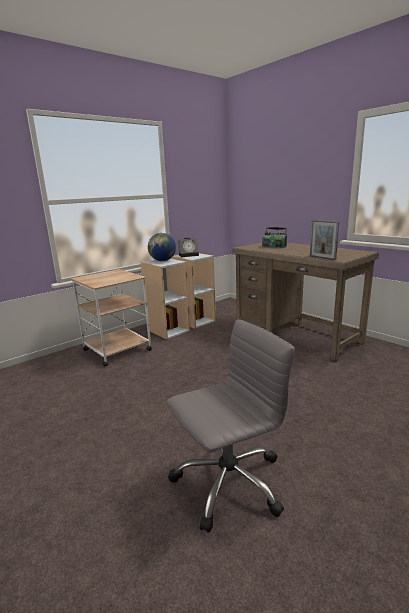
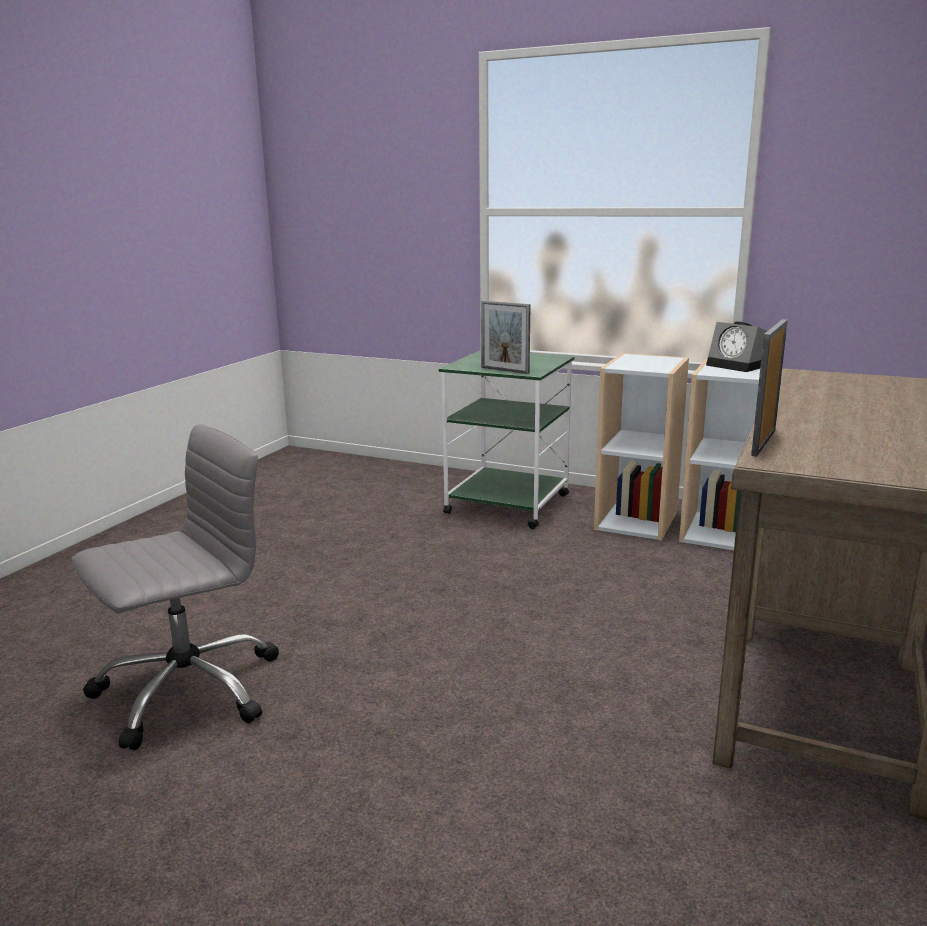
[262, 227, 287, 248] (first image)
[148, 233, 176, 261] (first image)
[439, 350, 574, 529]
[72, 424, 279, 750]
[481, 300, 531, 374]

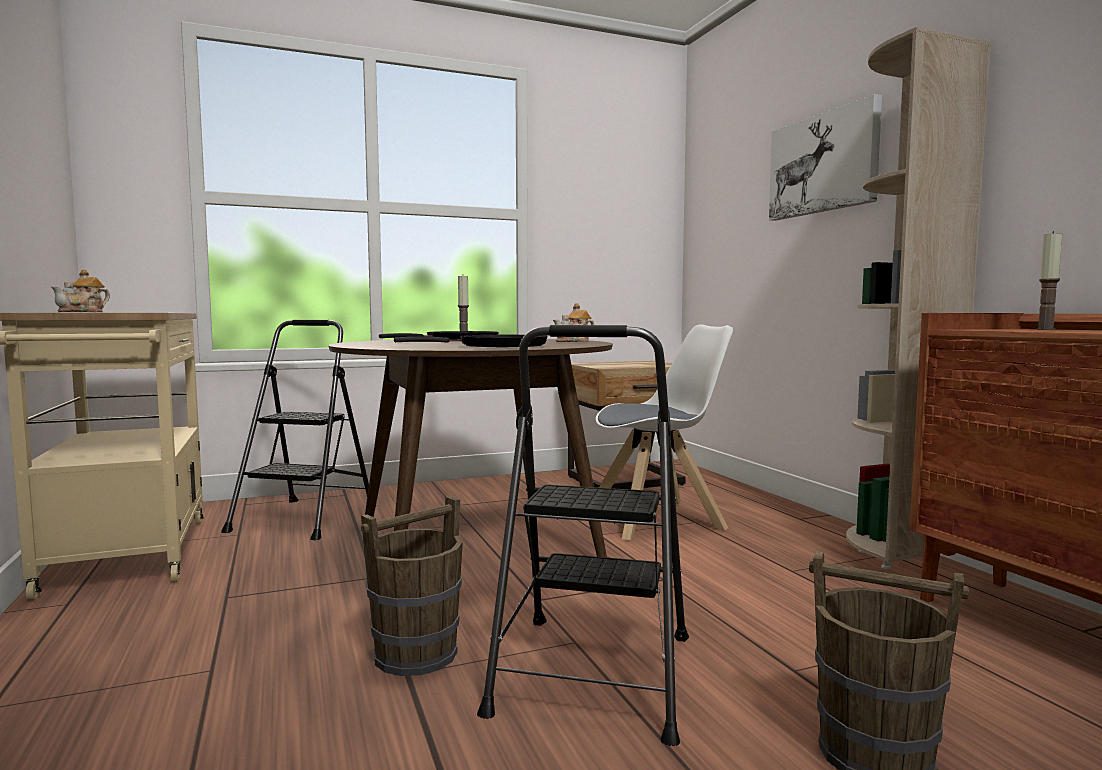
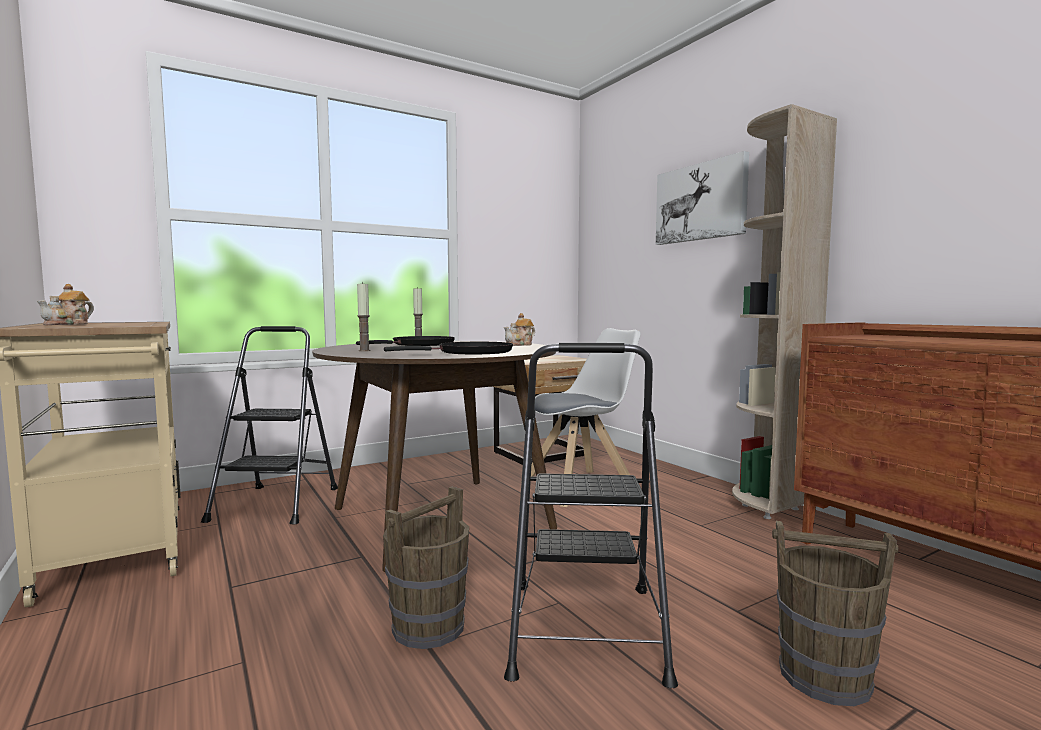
[357, 282, 371, 351]

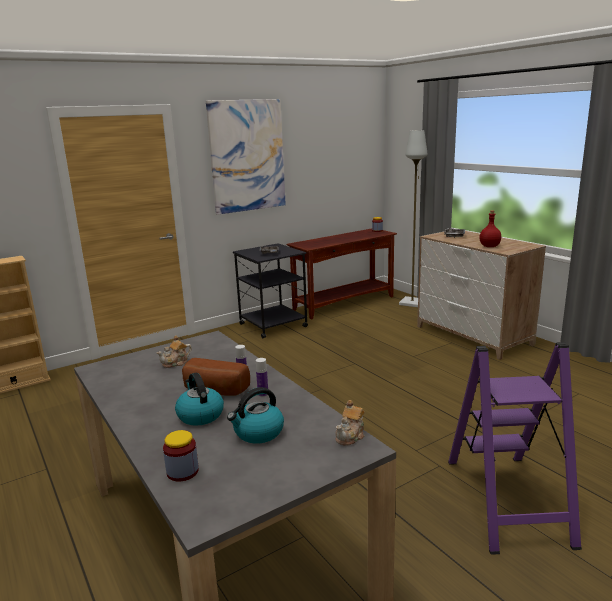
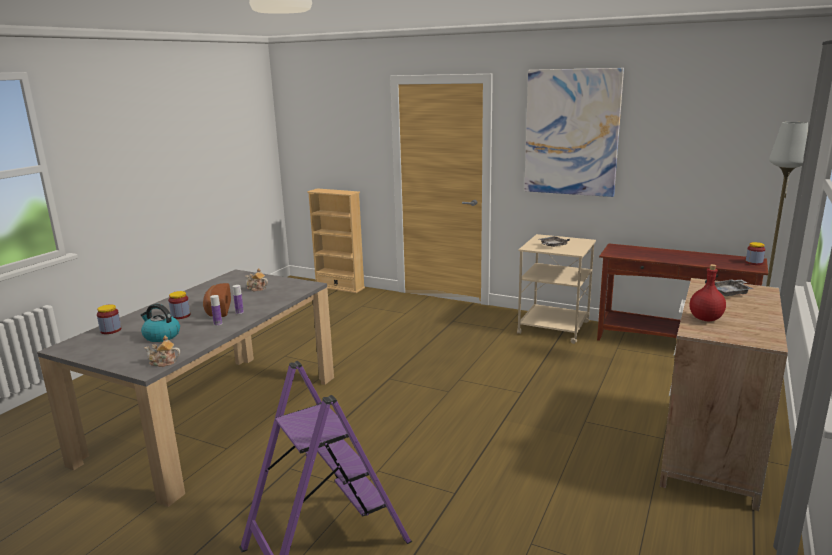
[517, 234, 596, 344]
[168, 291, 191, 319]

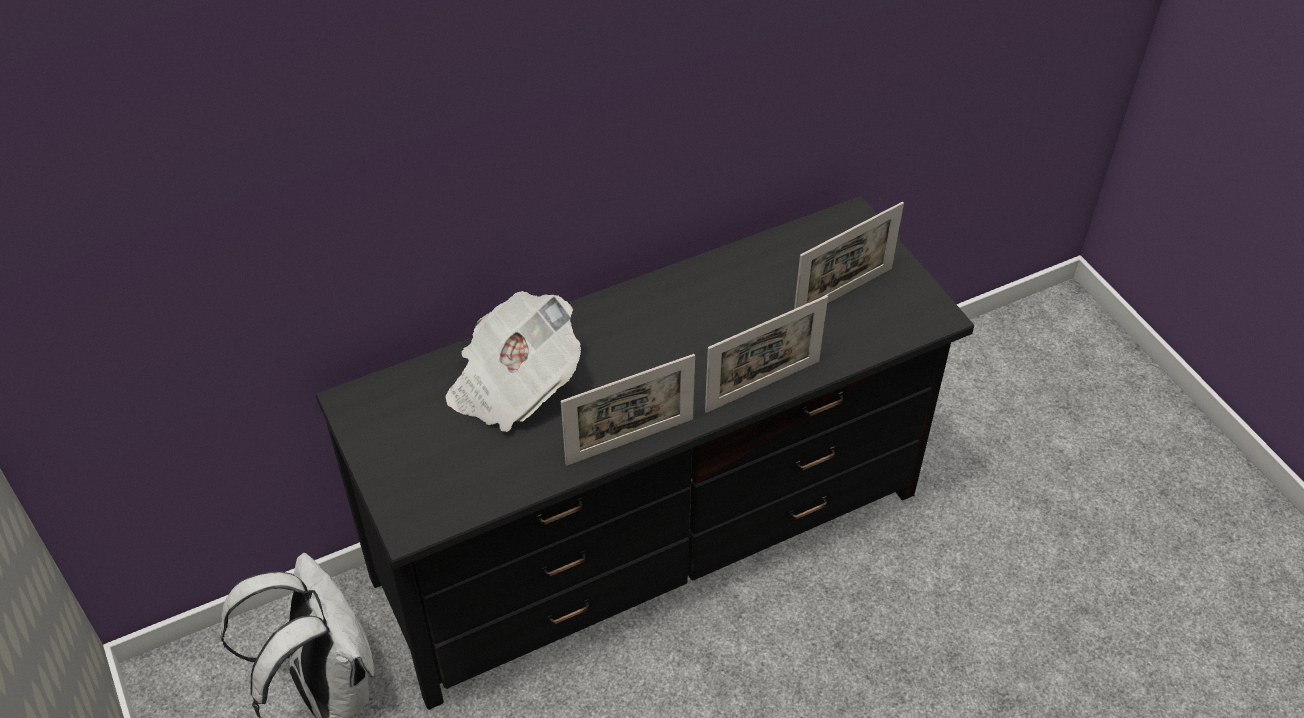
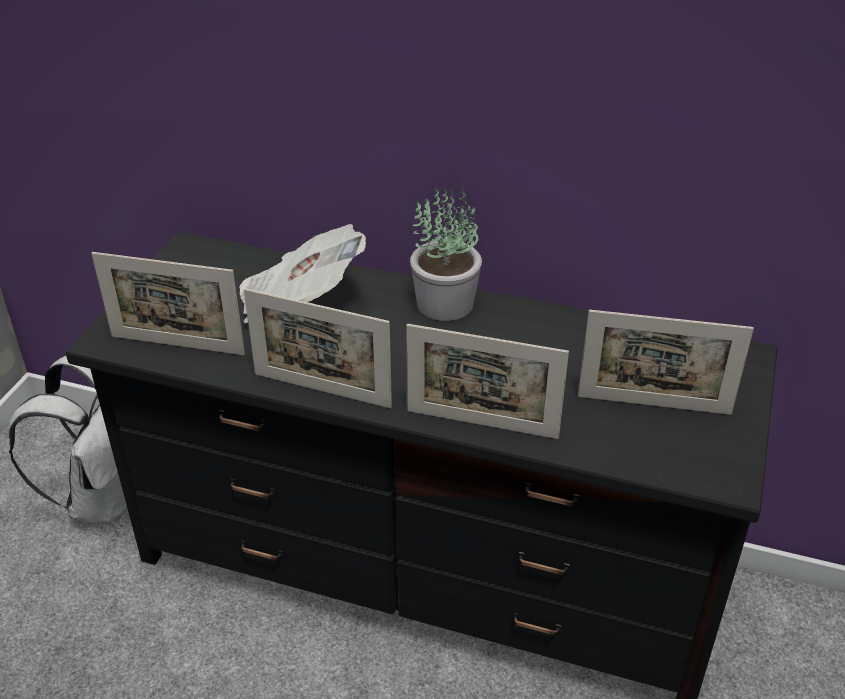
[410, 183, 482, 321]
[91, 252, 245, 355]

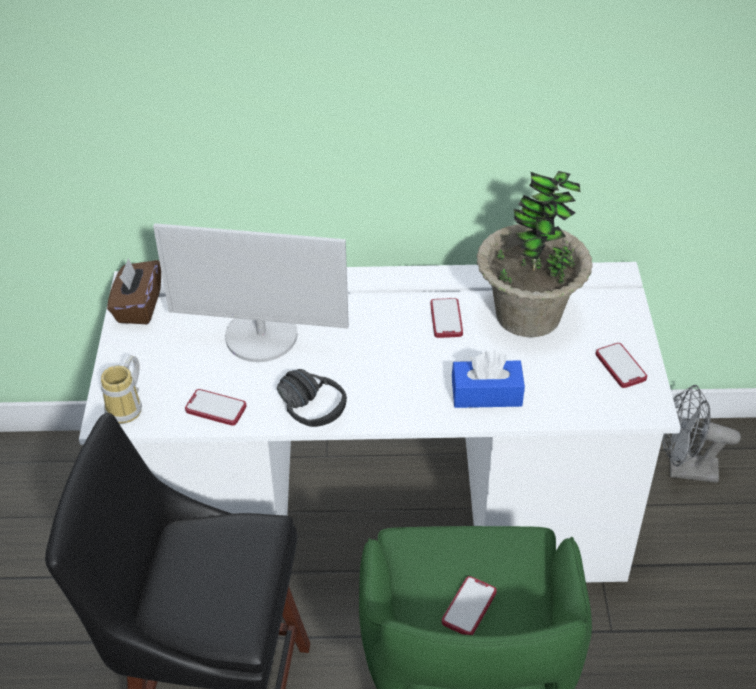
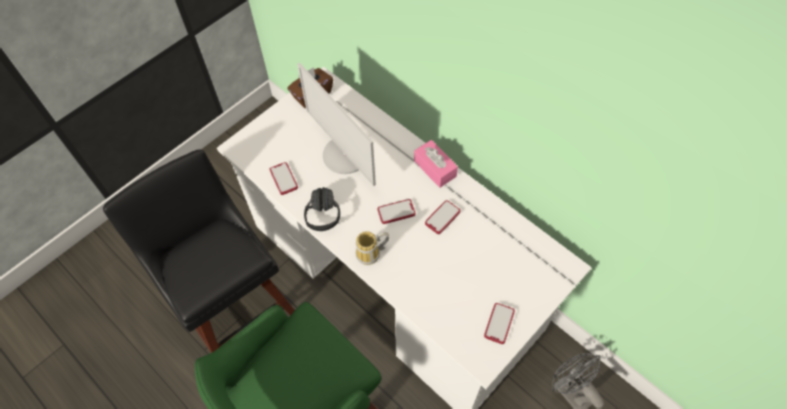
[477, 171, 593, 337] (first image)
[452, 351, 525, 408] (first image)
[356, 231, 390, 265]
[378, 199, 416, 224]
[414, 140, 458, 188]

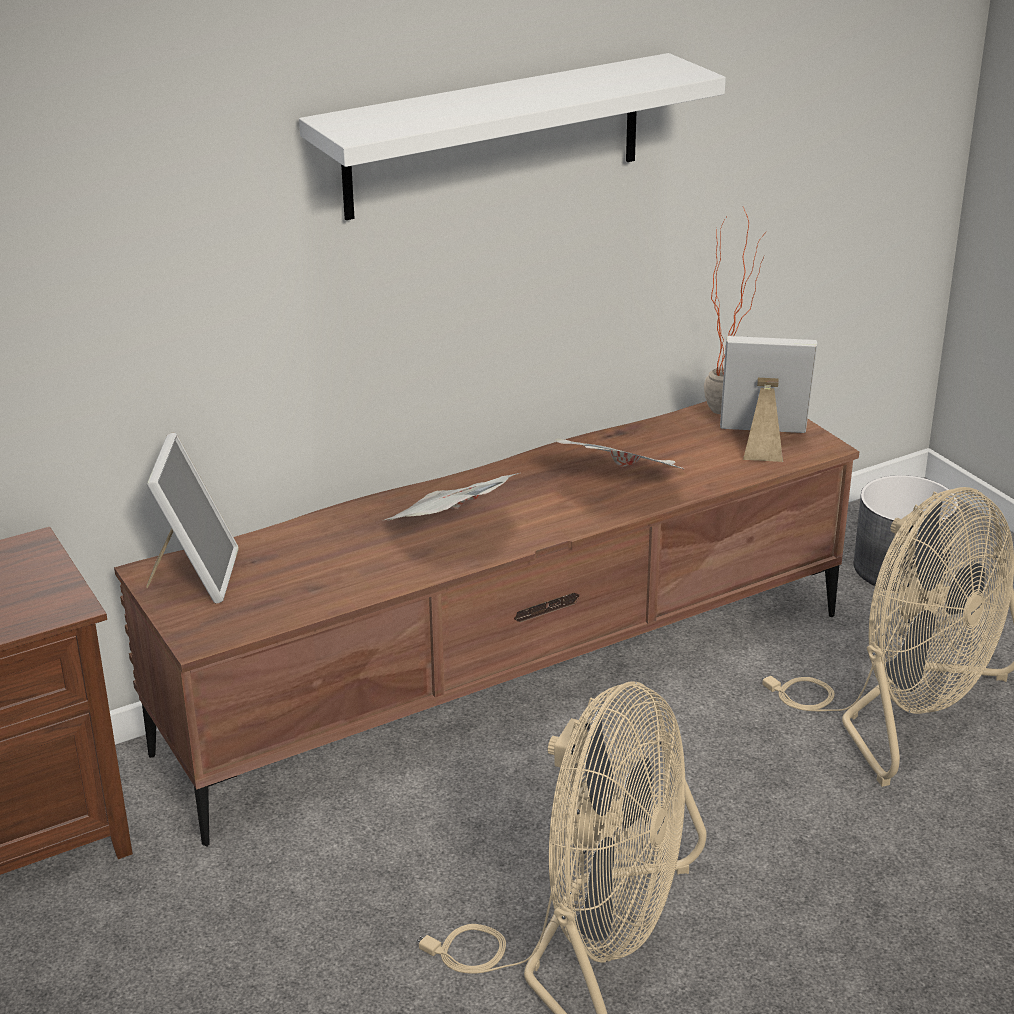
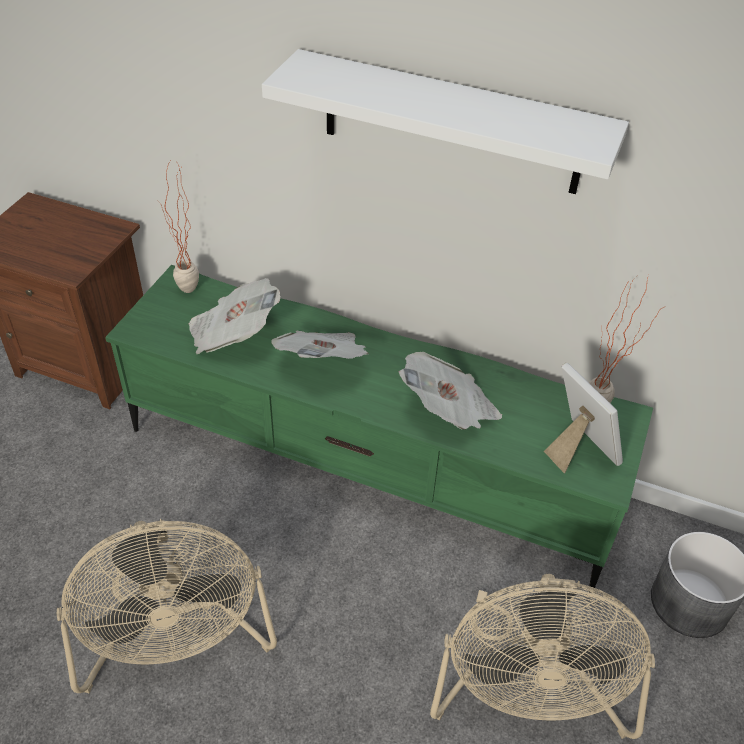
[105, 265, 653, 593]
[154, 161, 199, 293]
[189, 278, 280, 354]

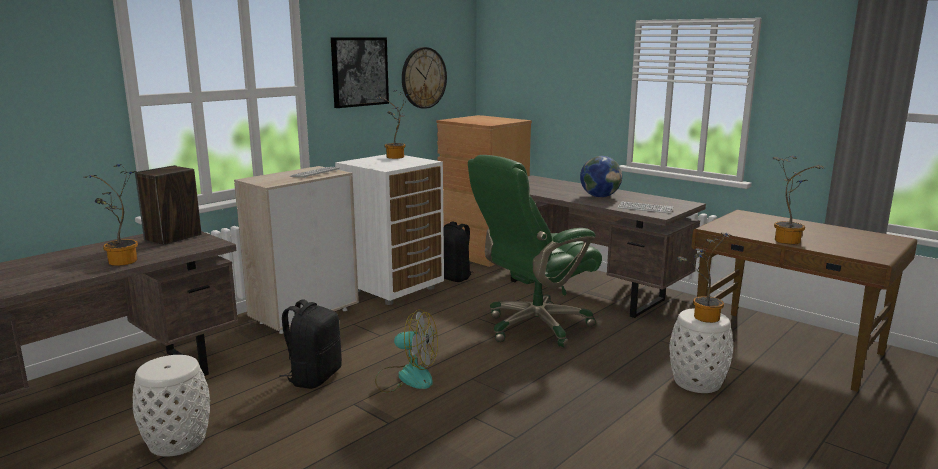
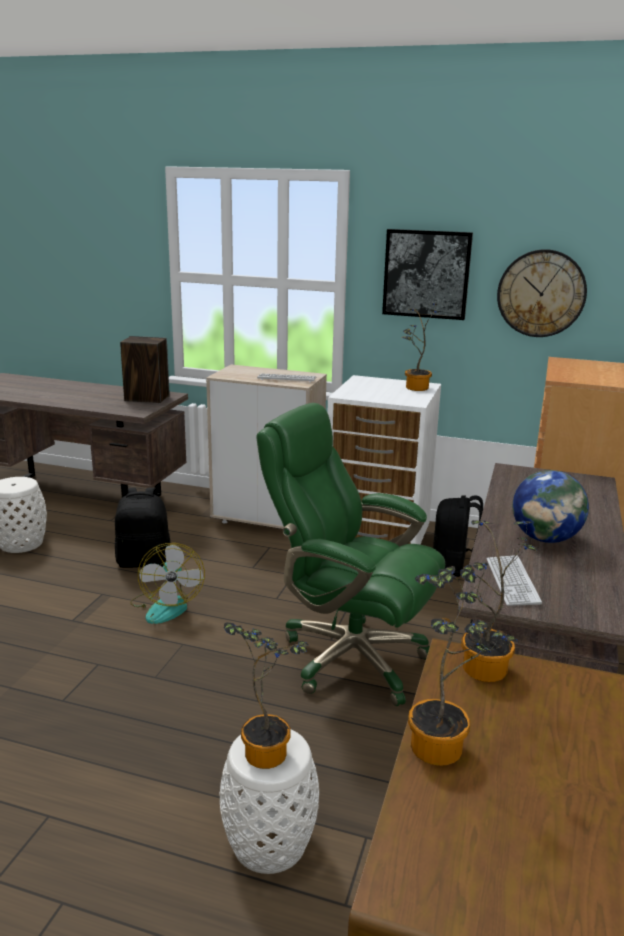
[456, 520, 537, 682]

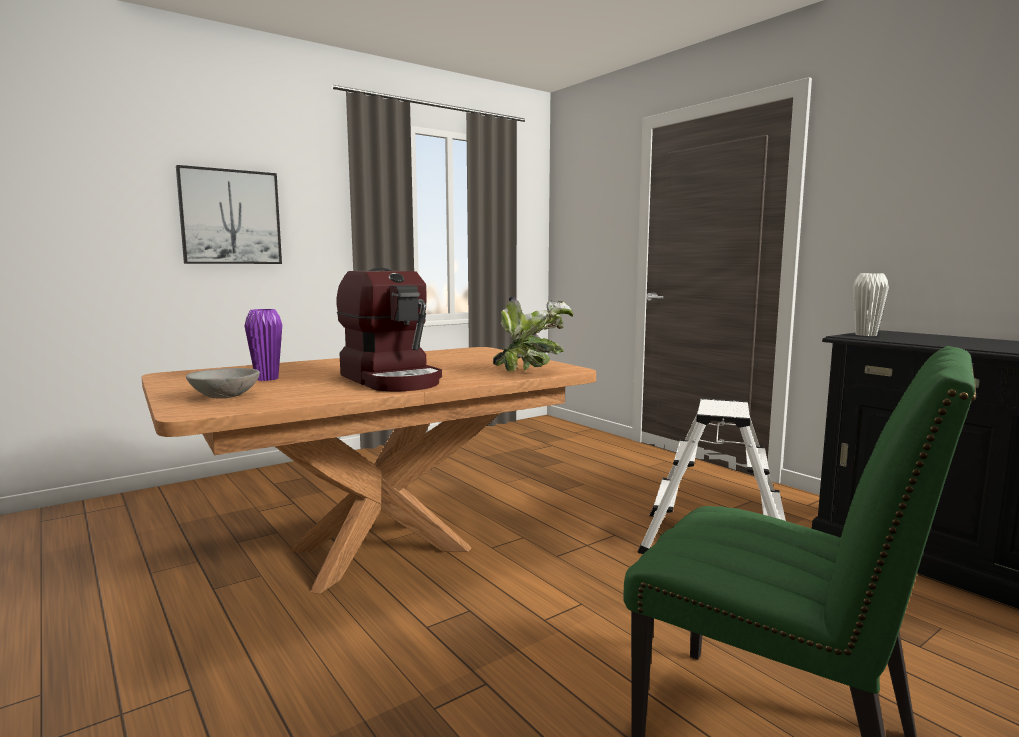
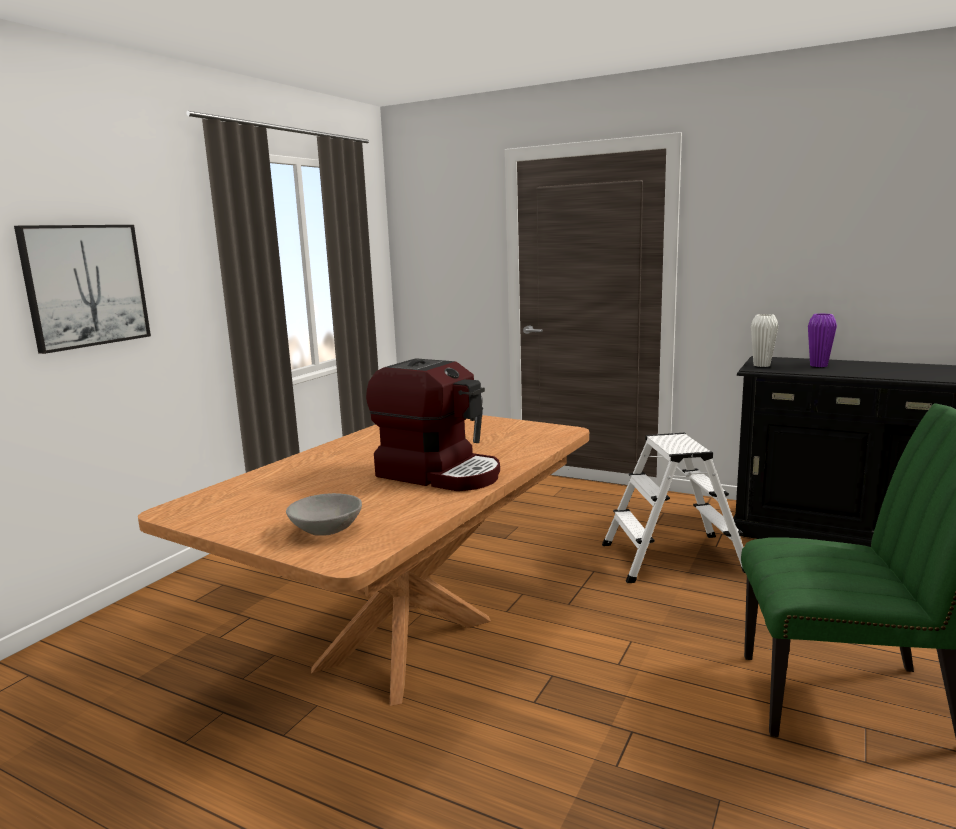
[493, 297, 573, 372] (first image)
[808, 313, 837, 367]

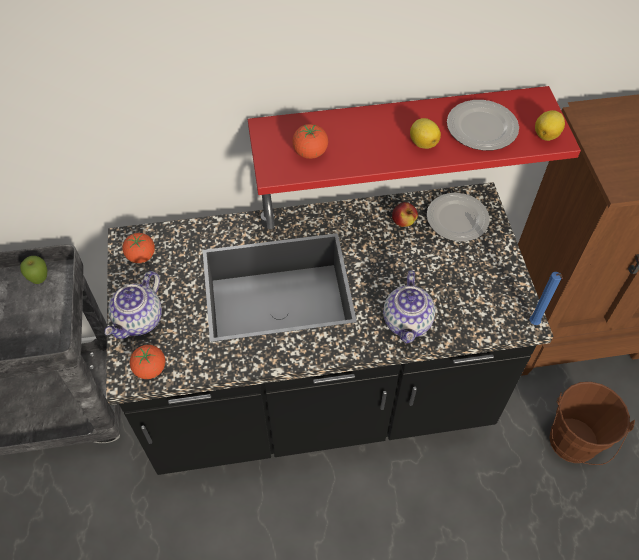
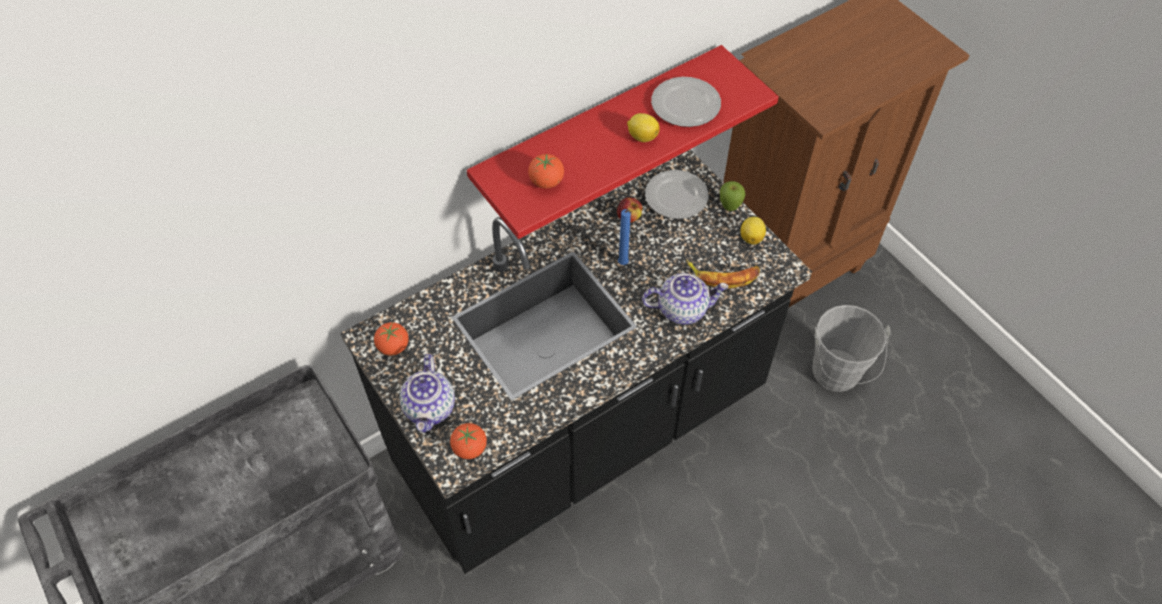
[740, 217, 766, 245]
[720, 181, 745, 211]
[642, 273, 728, 325]
[618, 209, 632, 265]
[813, 305, 891, 392]
[686, 260, 760, 288]

